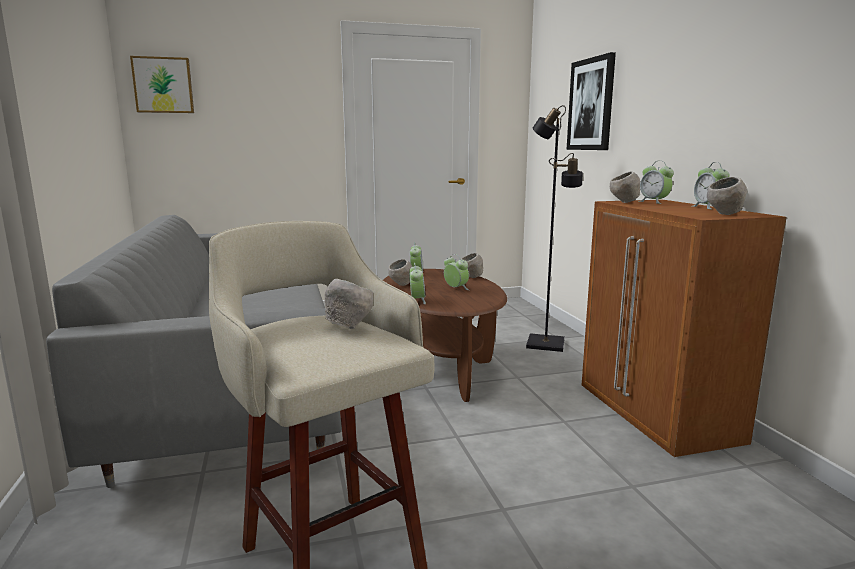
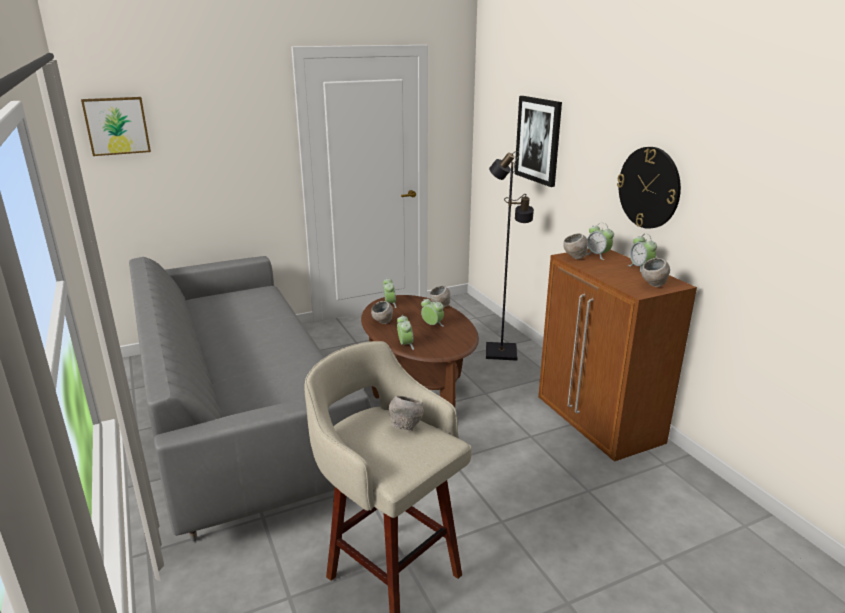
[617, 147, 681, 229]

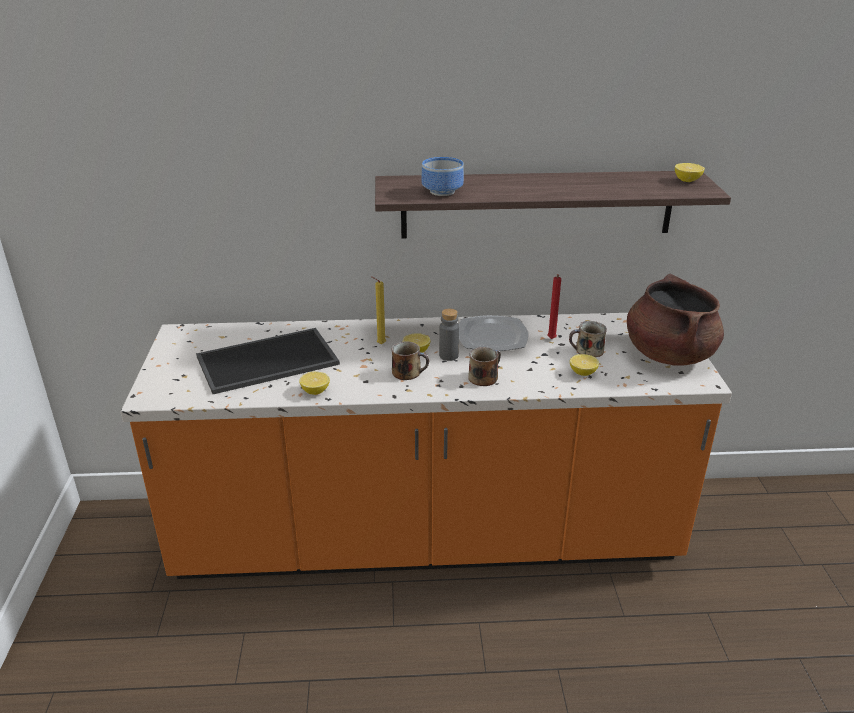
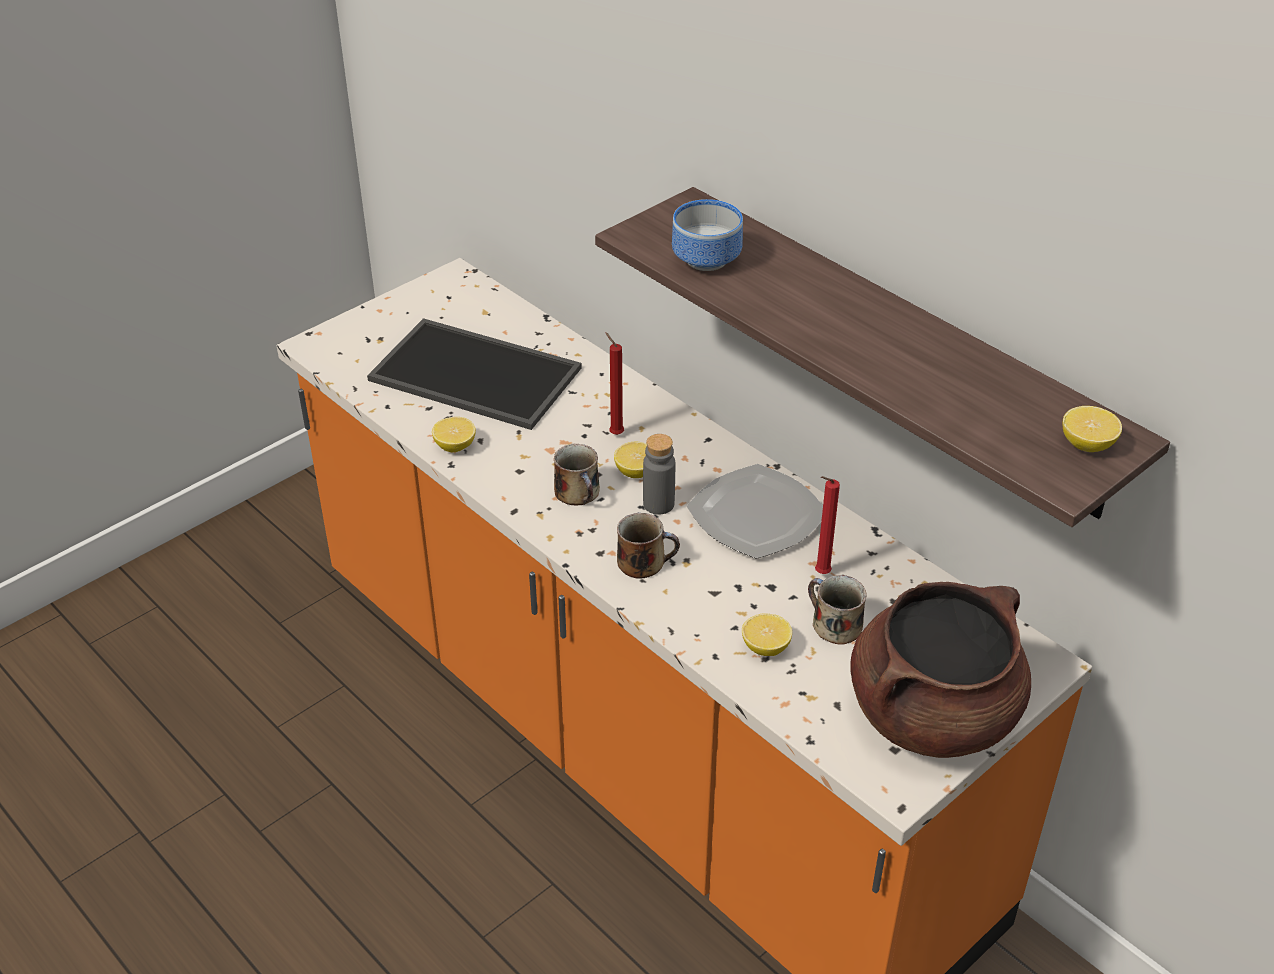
[605, 332, 624, 435]

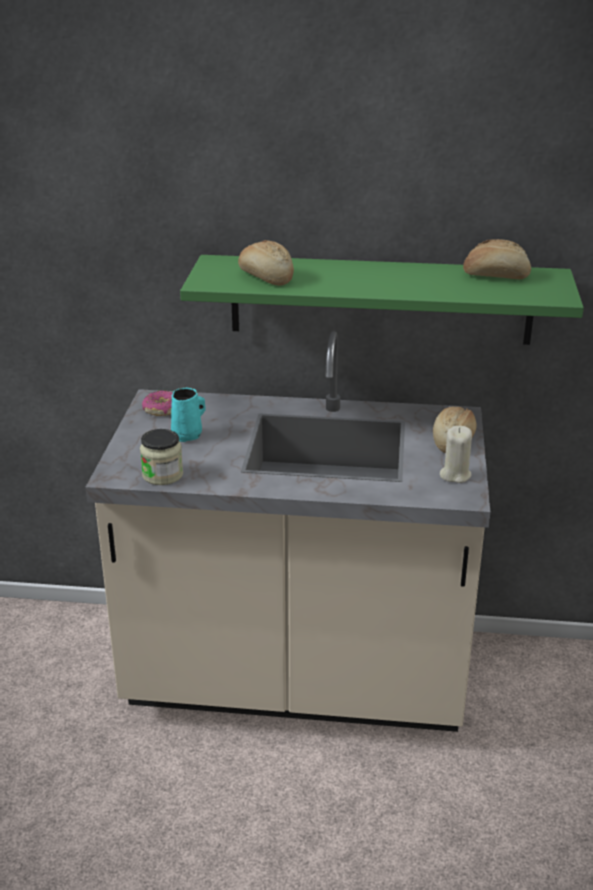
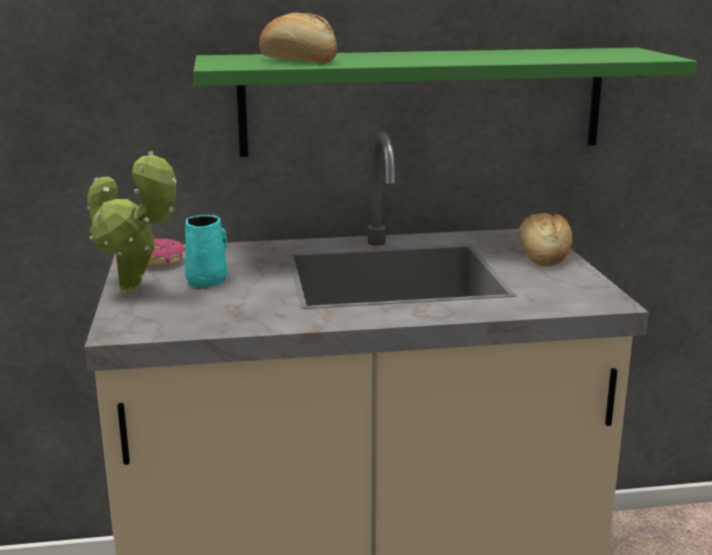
[463, 239, 531, 279] (first image)
[440, 426, 472, 483] (first image)
[140, 429, 183, 485] (first image)
[87, 151, 177, 293]

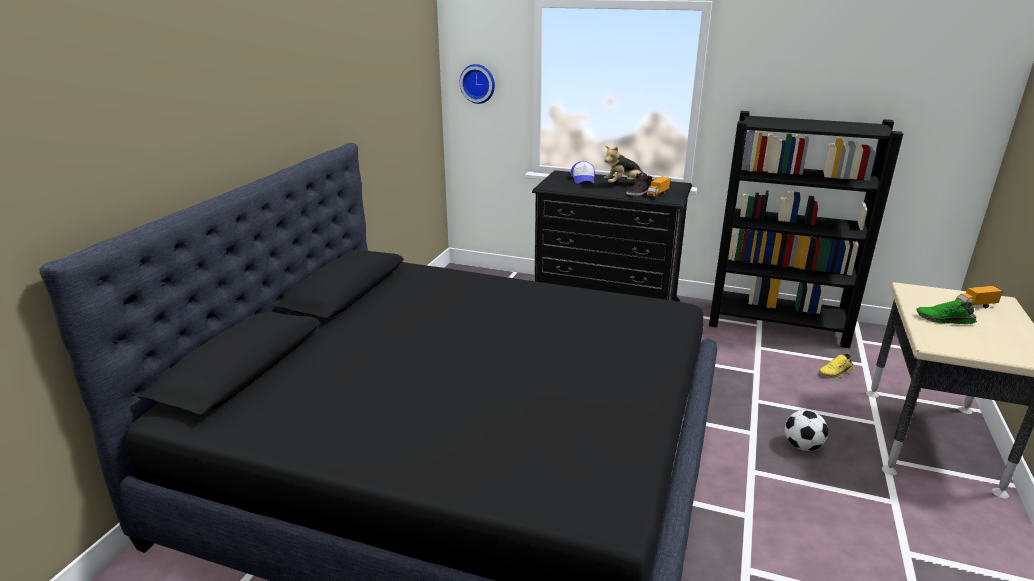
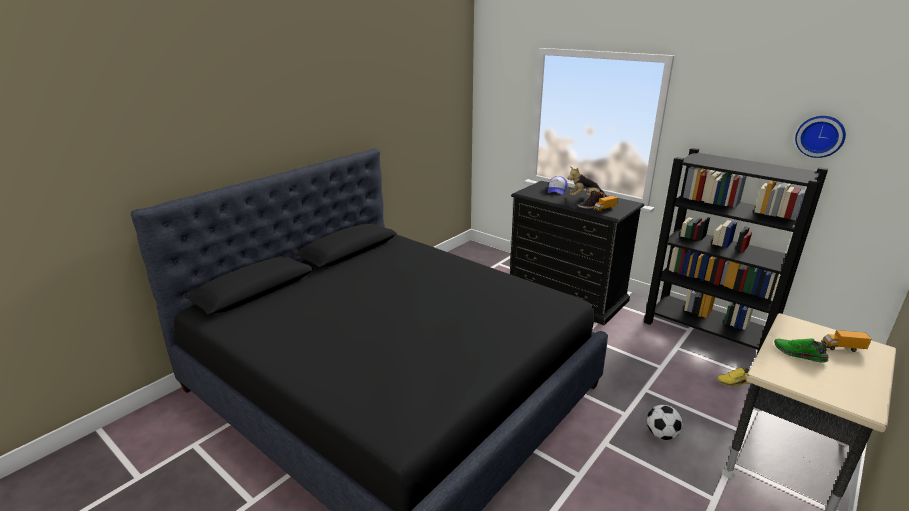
[795, 116, 846, 158]

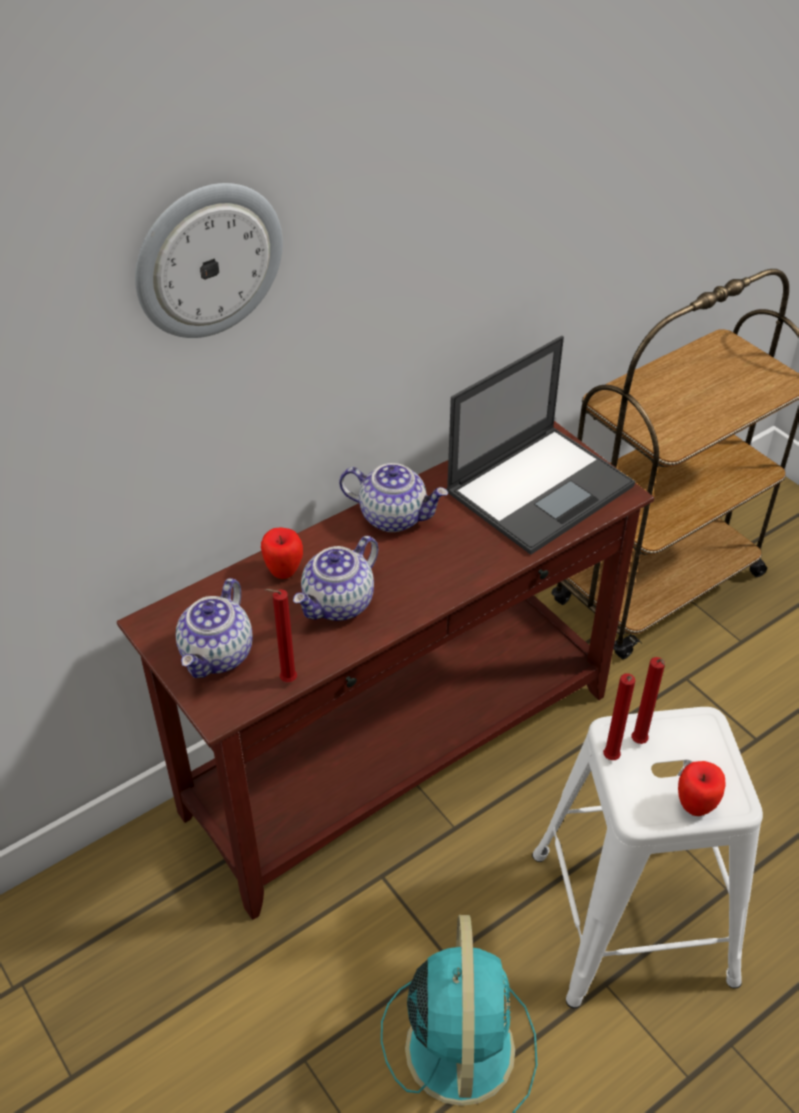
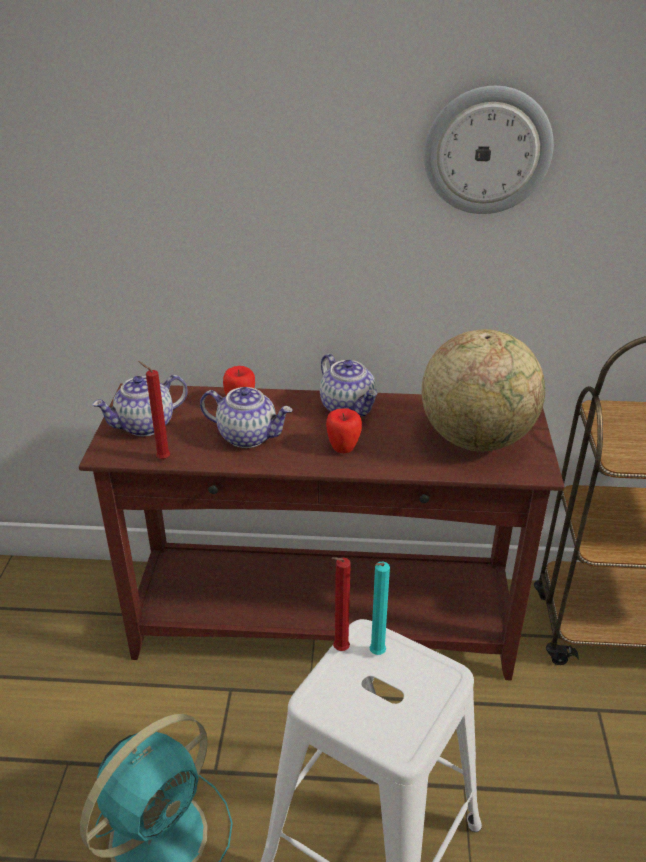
[424, 86, 554, 214]
[421, 329, 545, 451]
[200, 387, 293, 448]
[369, 562, 390, 655]
[326, 408, 362, 453]

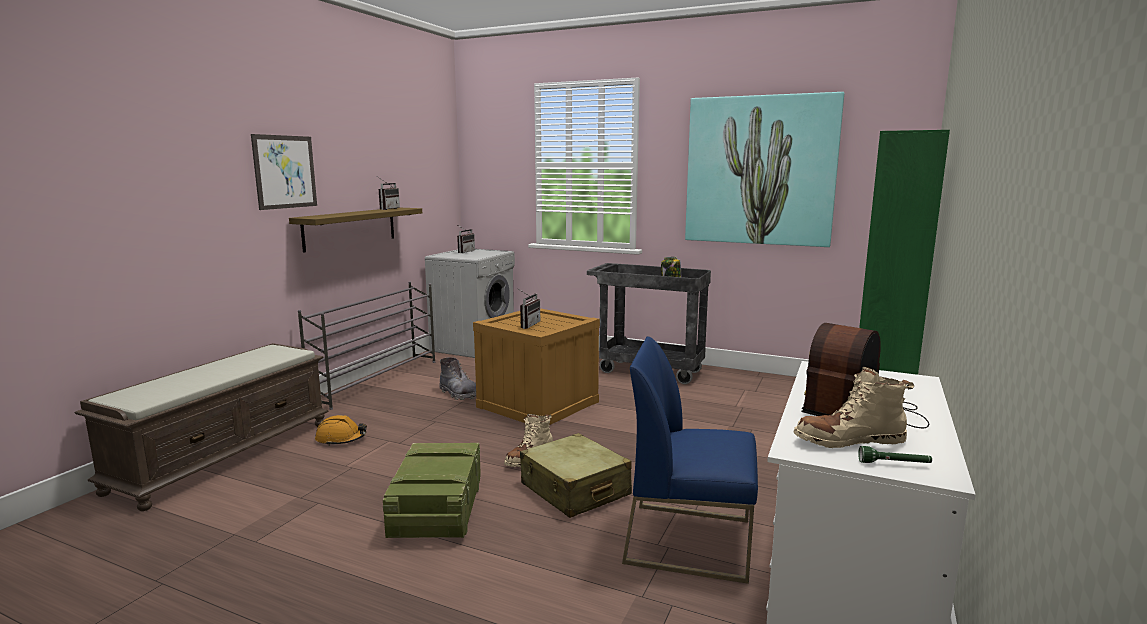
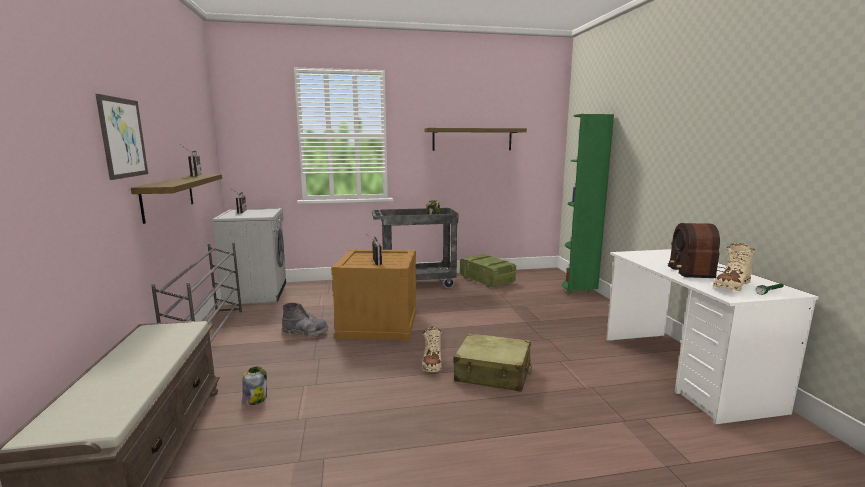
[425, 128, 527, 151]
[622, 336, 758, 584] (first image)
[243, 367, 267, 405]
[460, 254, 516, 288]

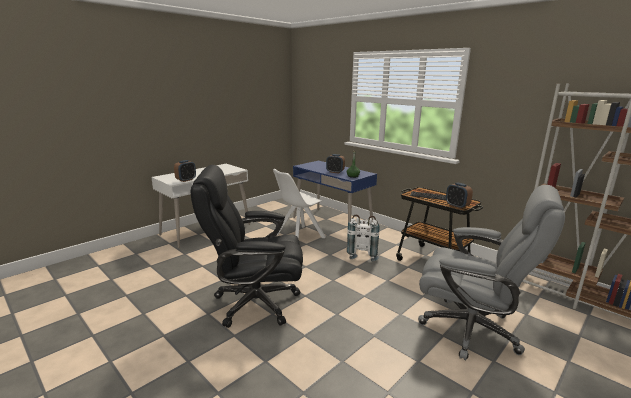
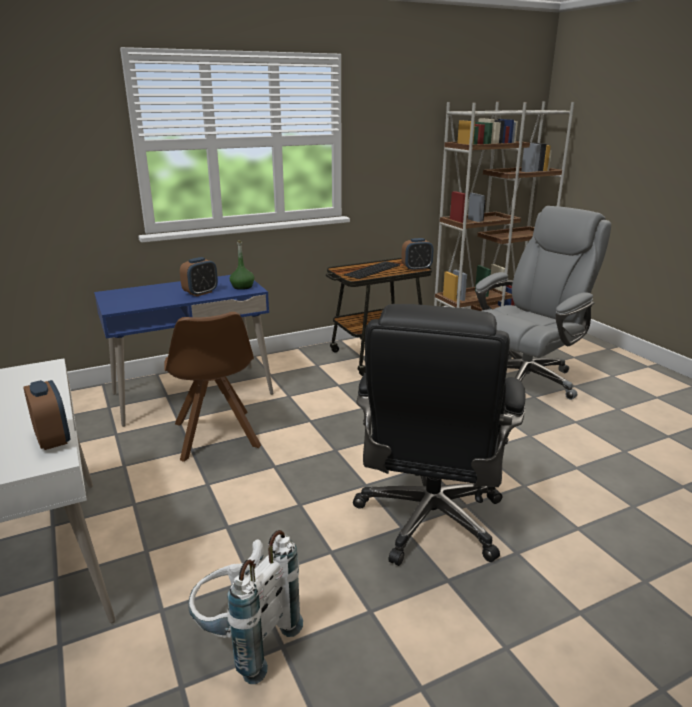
[164, 312, 261, 462]
[188, 530, 303, 684]

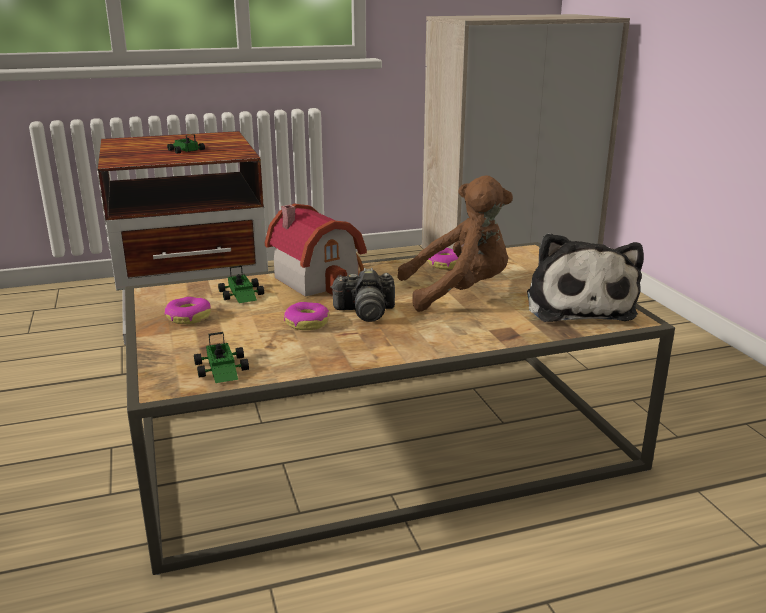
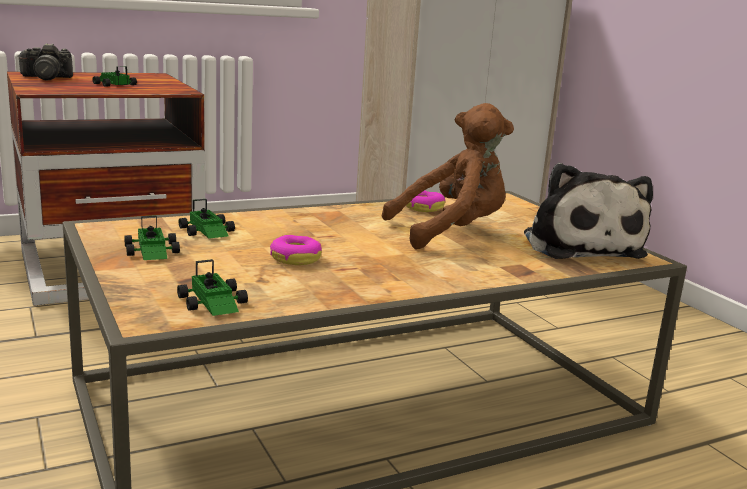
[265, 204, 367, 297] (first image)
[17, 43, 73, 80]
[124, 215, 180, 260]

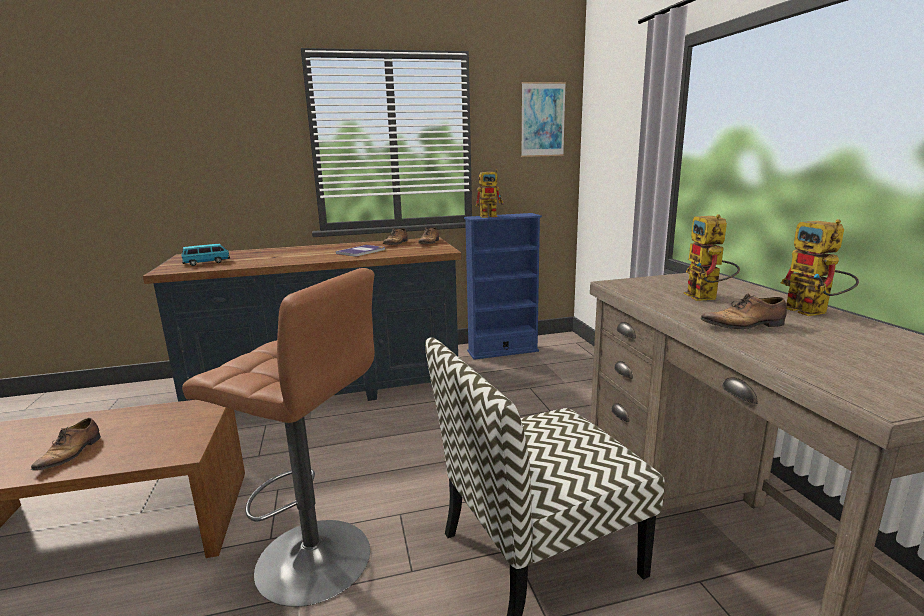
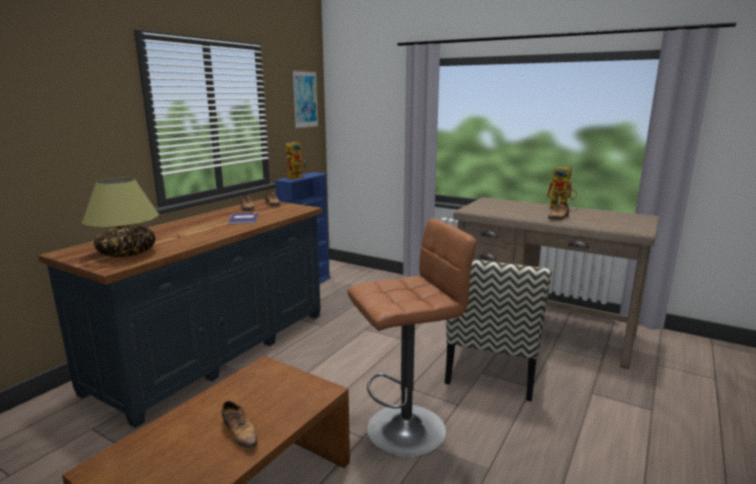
[684, 214, 740, 301] (first image)
[82, 178, 159, 257]

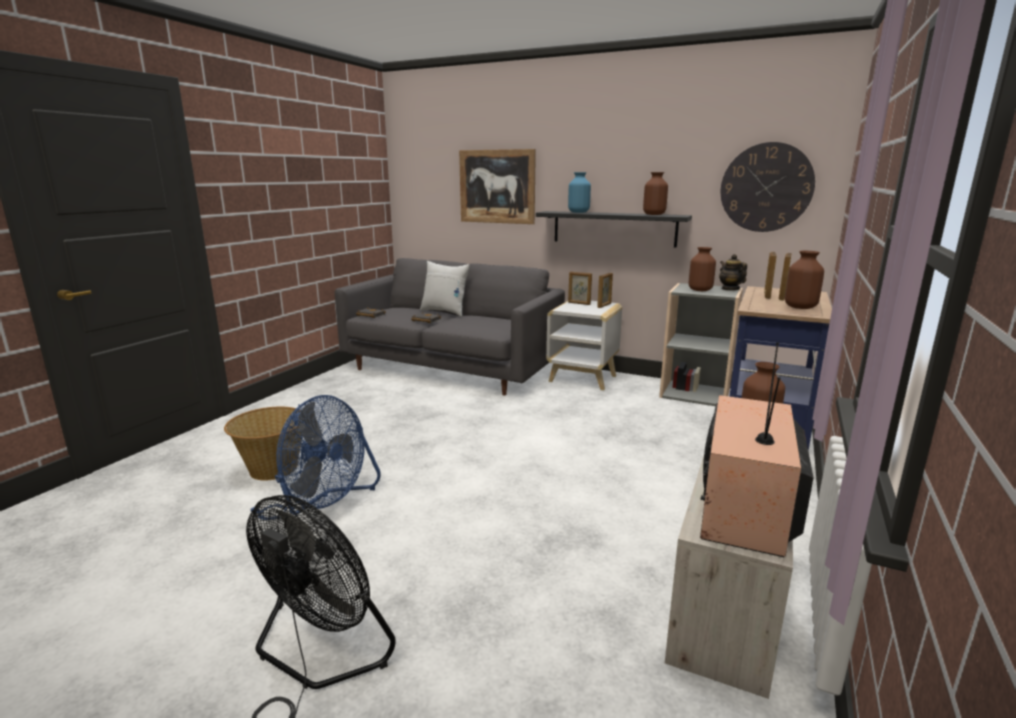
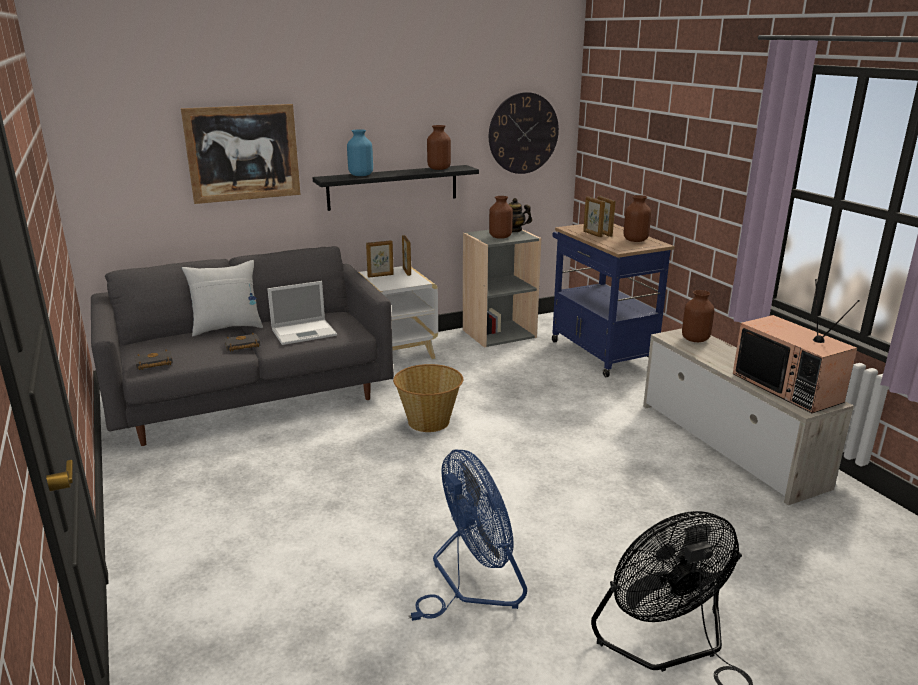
[393, 364, 463, 432]
[267, 281, 337, 345]

